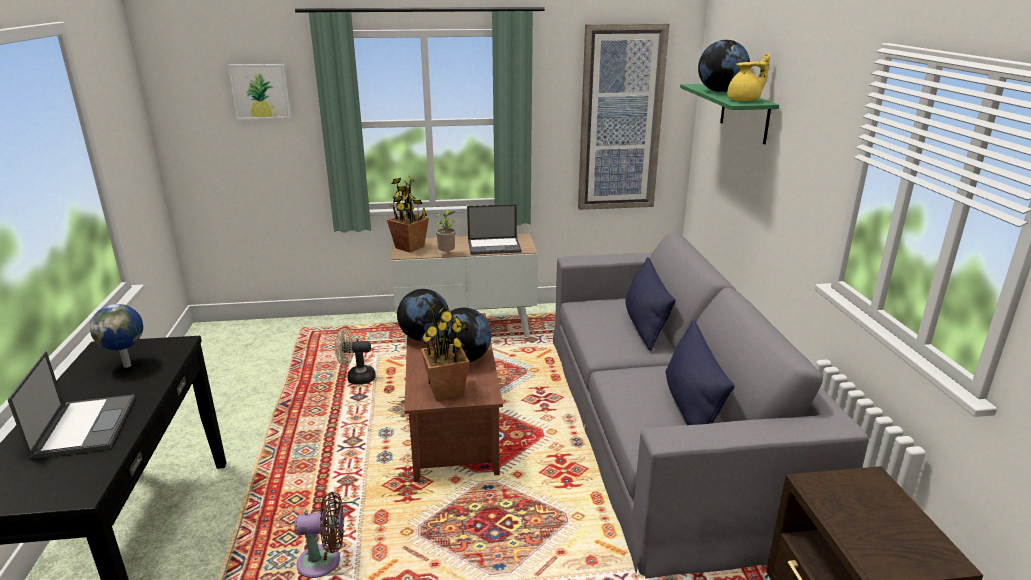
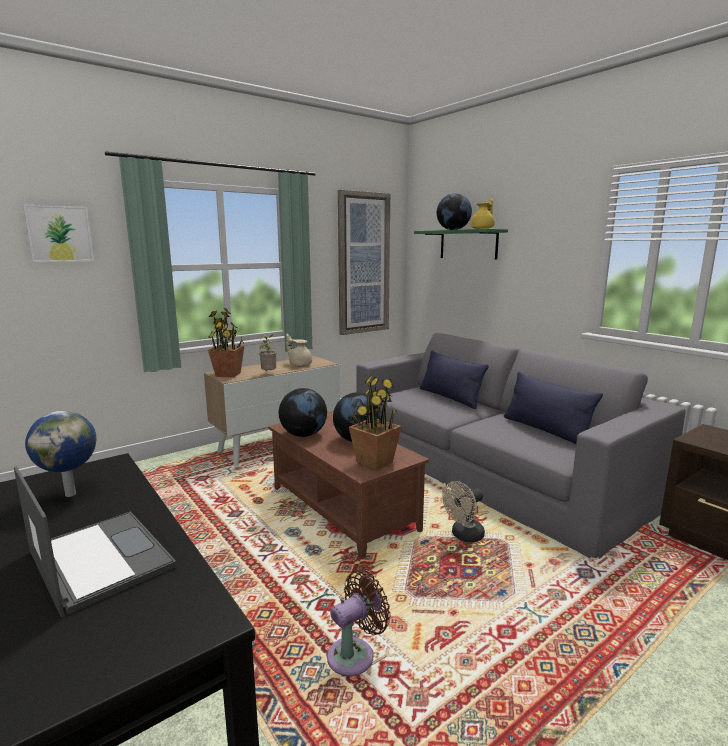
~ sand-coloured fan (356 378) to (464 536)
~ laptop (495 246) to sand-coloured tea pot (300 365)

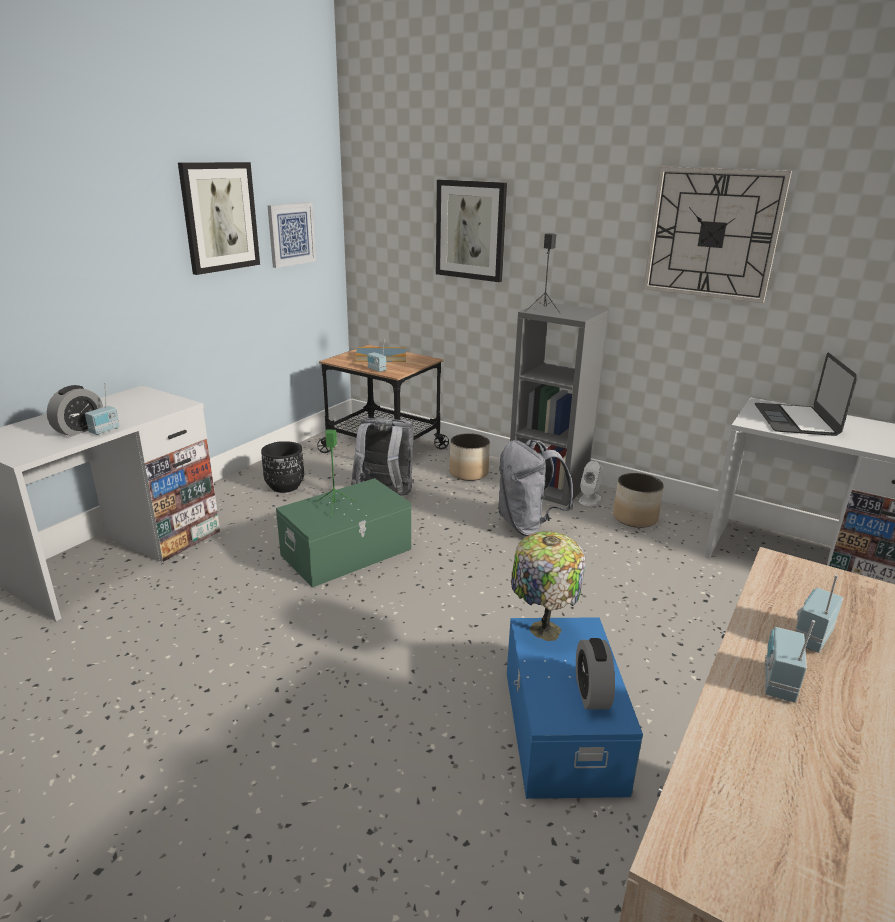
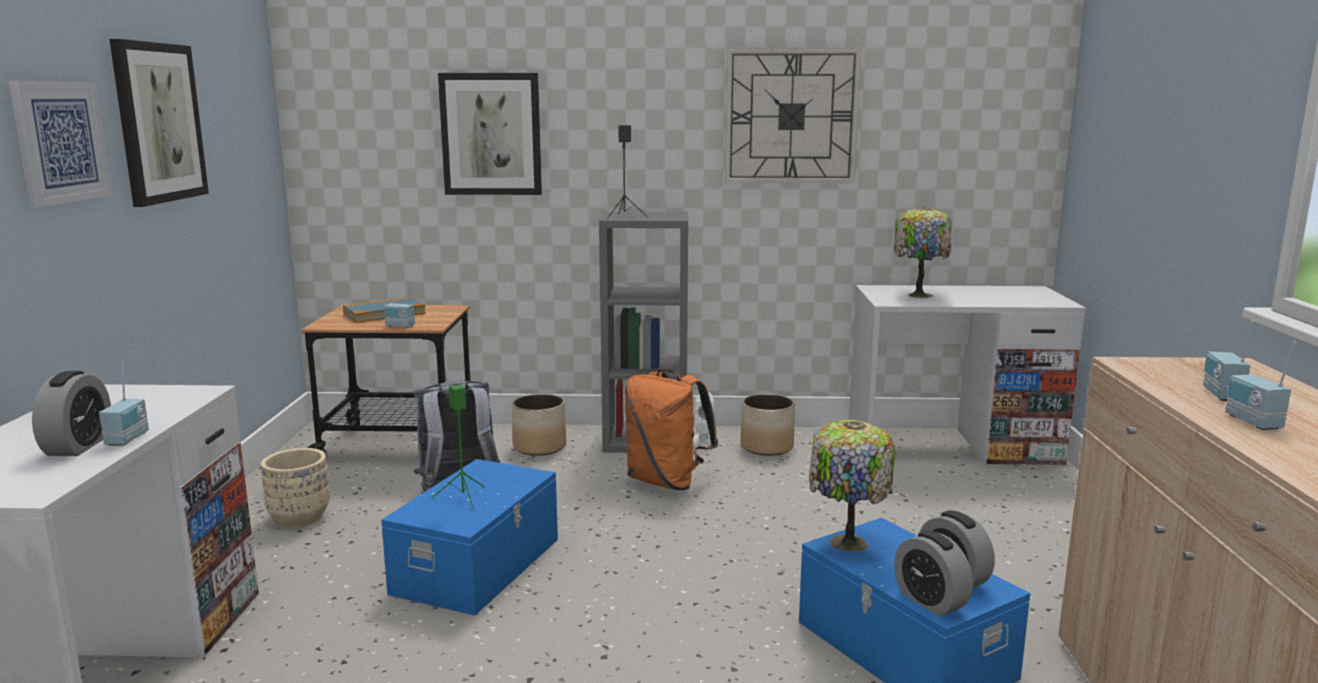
+ alarm clock (930 601)
~ picture (291 234) to (59 141)
~ laptop (795 420) to tabletop lamp (919 294)
~ black planter (285 486) to sand-coloured planter (300 518)
~ green storage bin (347 553) to bluish storage bin (480 565)
~ greyish knapsack (528 526) to orangey knapsack (666 481)

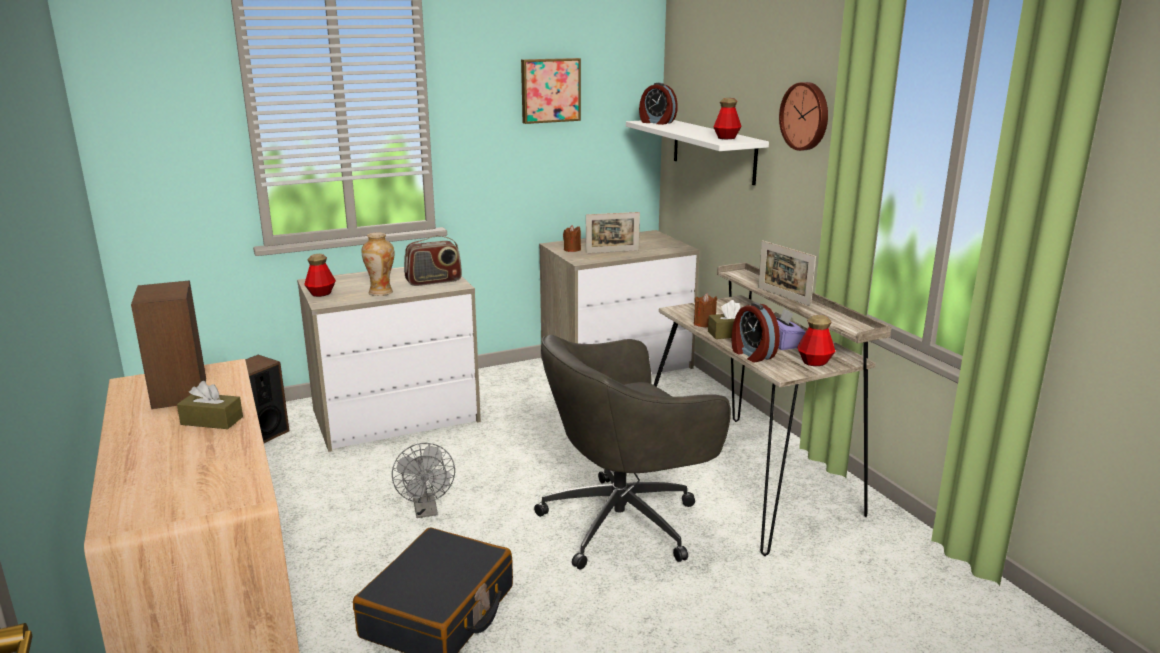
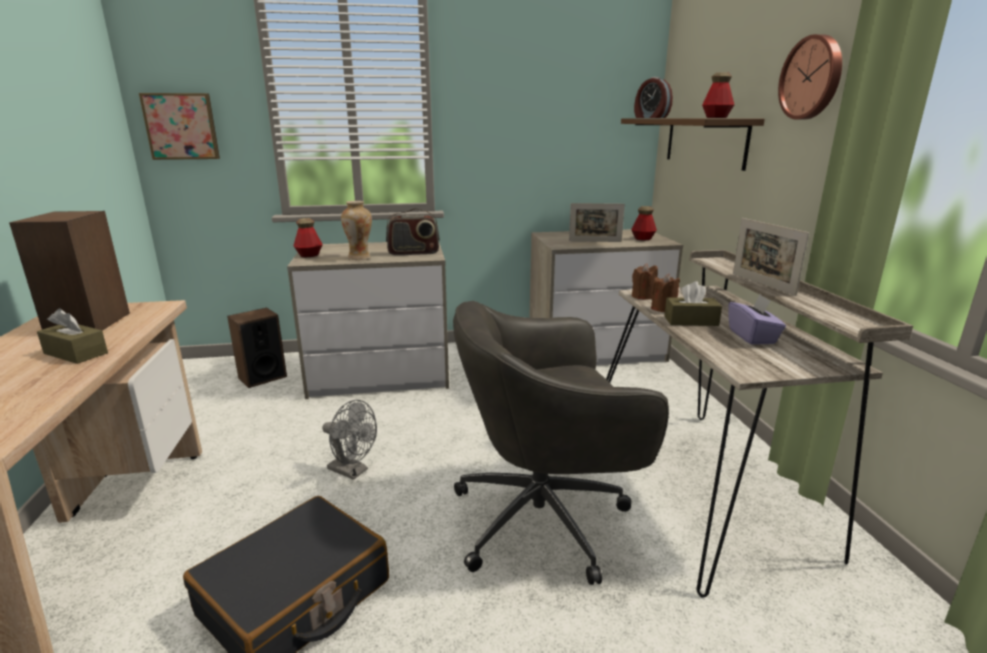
- alarm clock (752 354)
~ picture (550 90) to (182 126)
~ brown-coloured wax candle (572 250) to (643 296)
~ bottle (814 362) to (643 239)
~ white bracket shelf (713 150) to brown-coloured bracket shelf (704 141)
~ greyish fan (426 511) = (353 471) 60 degrees counterclockwise

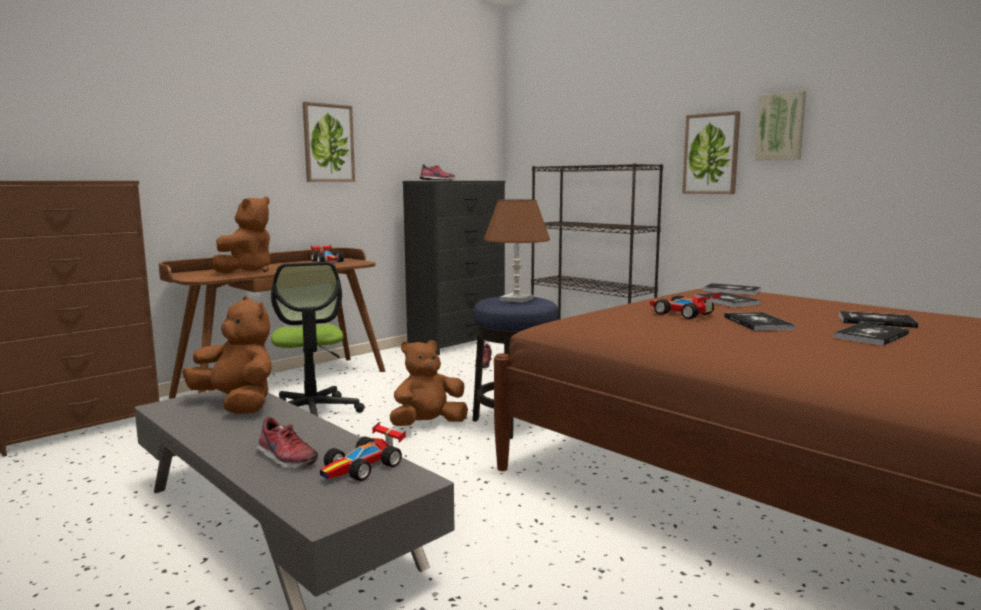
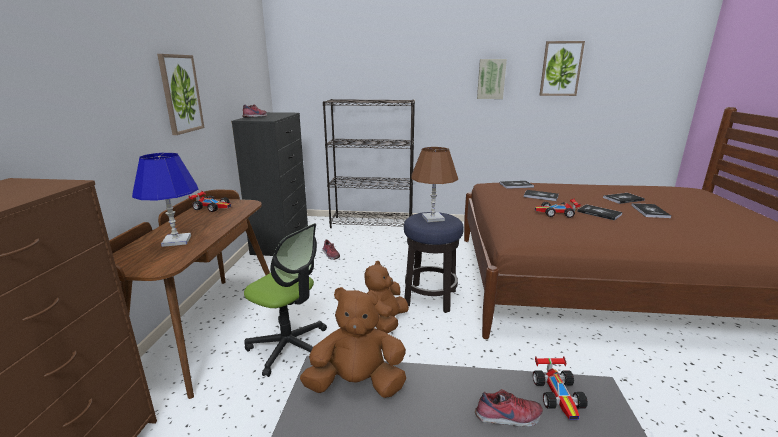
~ picture (711 154) to (561 69)
~ brown-coloured soft toy (247 271) to bluish tabletop lamp (176 241)

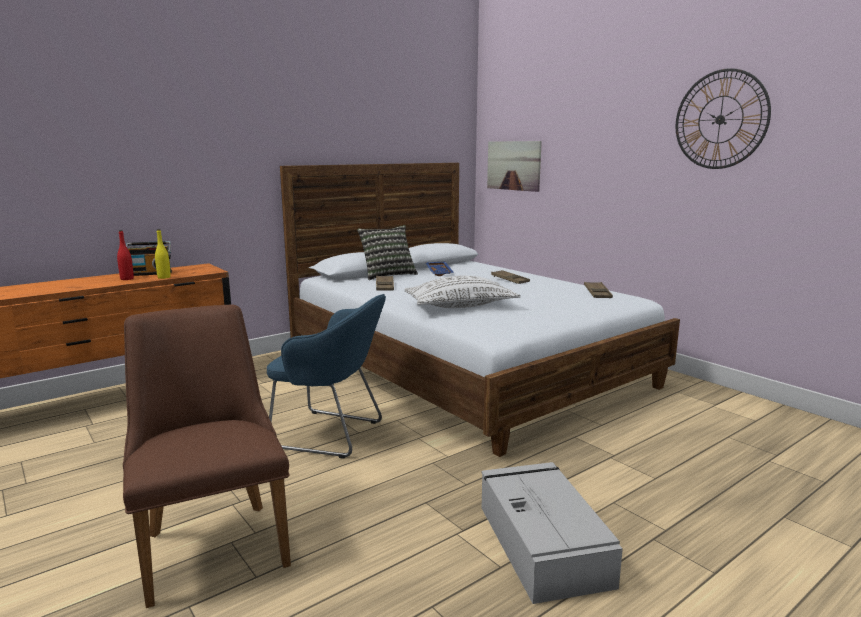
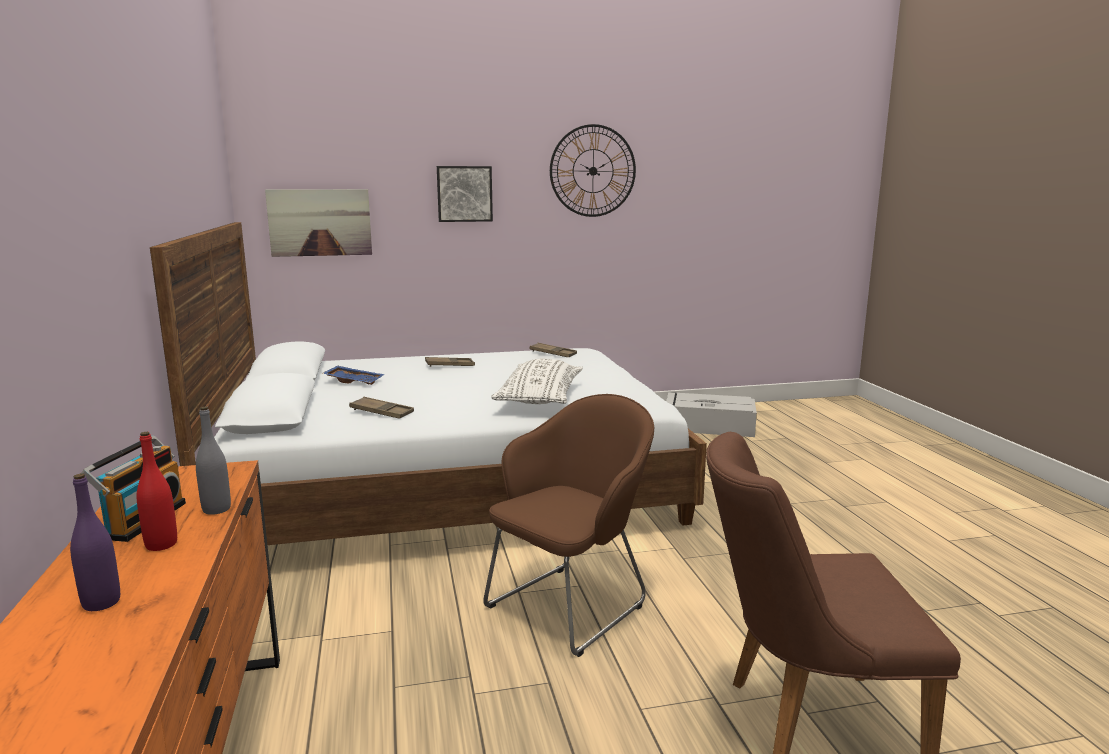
- pillow (387 275)
+ purplish bottle (101 603)
+ picture (464 194)
~ greyish storage bin (542 542) to (707 426)
~ yellowish bottle (164 277) to greyish bottle (216 509)
~ bluish armchair (332 435) to brown-coloured armchair (572 604)

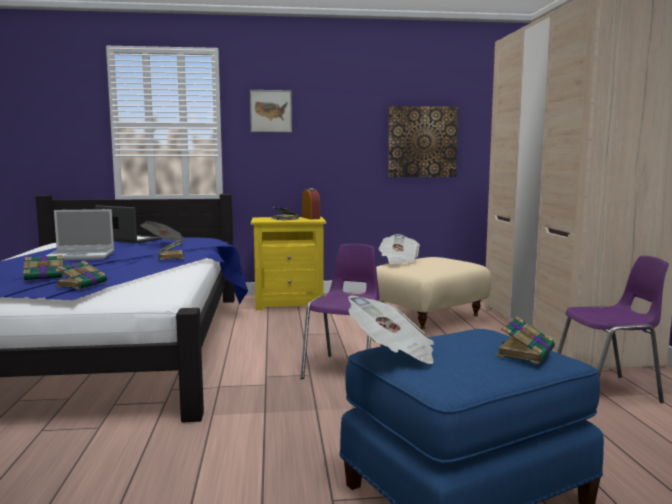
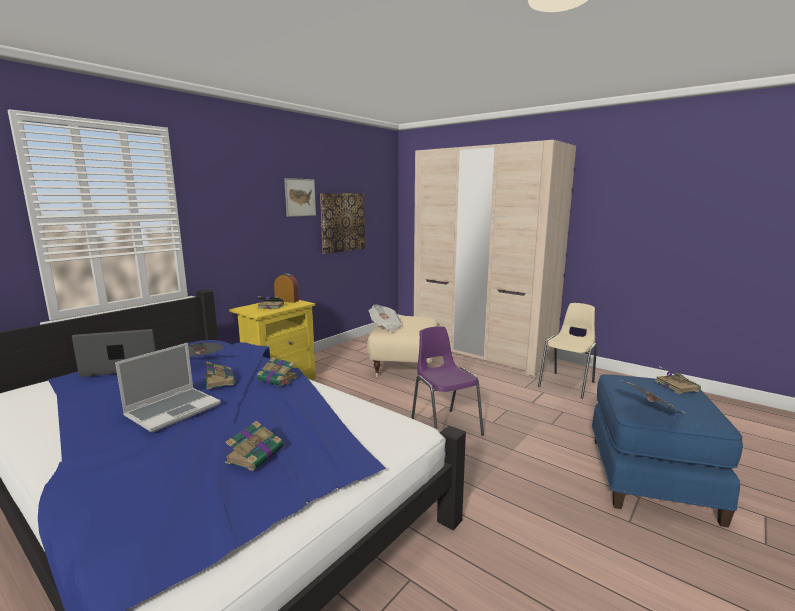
~ volume (82 284) to (219 380)
~ picture (271 111) to (300 197)
~ purplish upright chair (607 391) to sand-coloured upright chair (568 384)

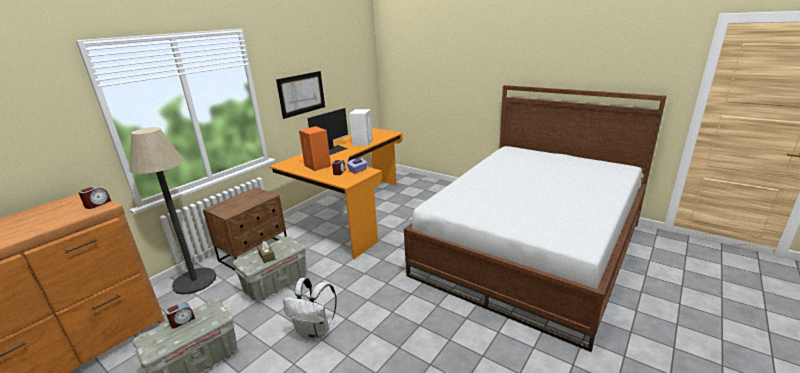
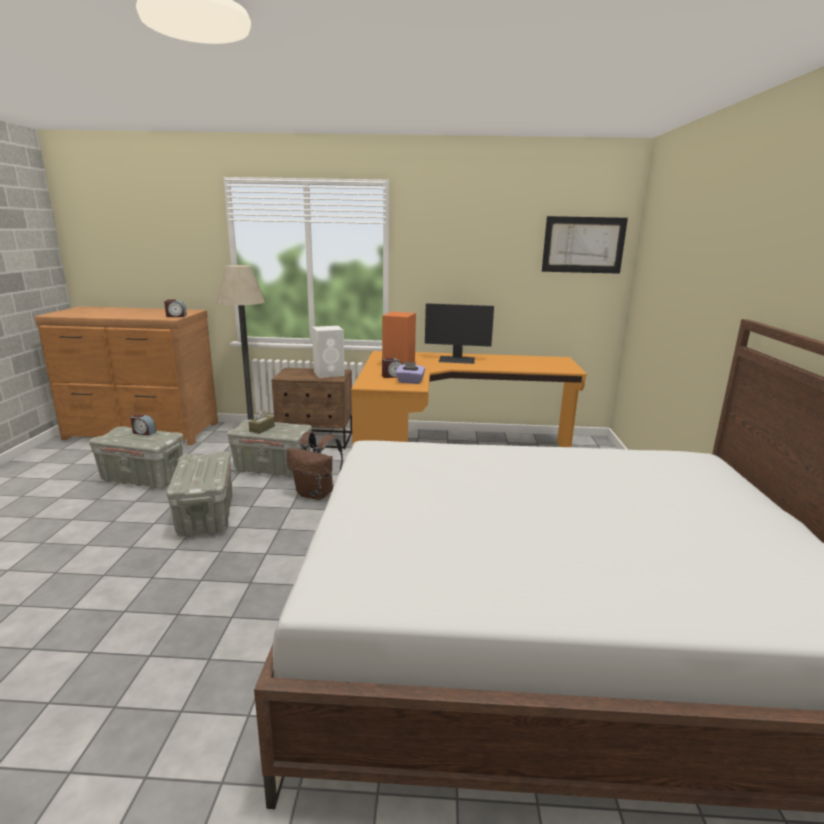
+ brown-coloured knapsack (316 494)
~ picture (302 94) to (583 245)
~ white audio speaker (363 142) to (329 373)
~ white knapsack (315 332) to greyish storage bin (206 517)

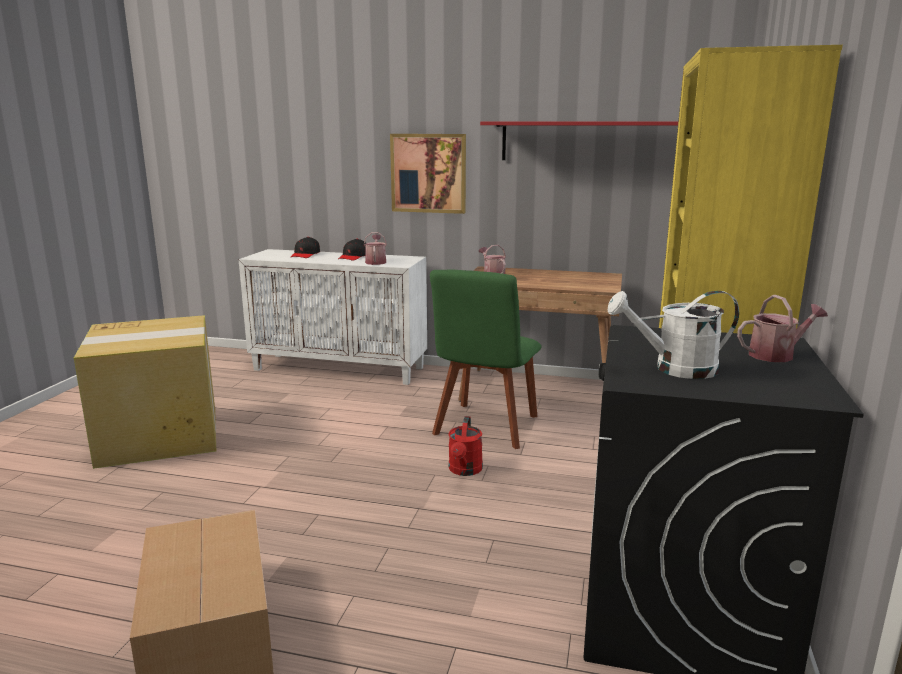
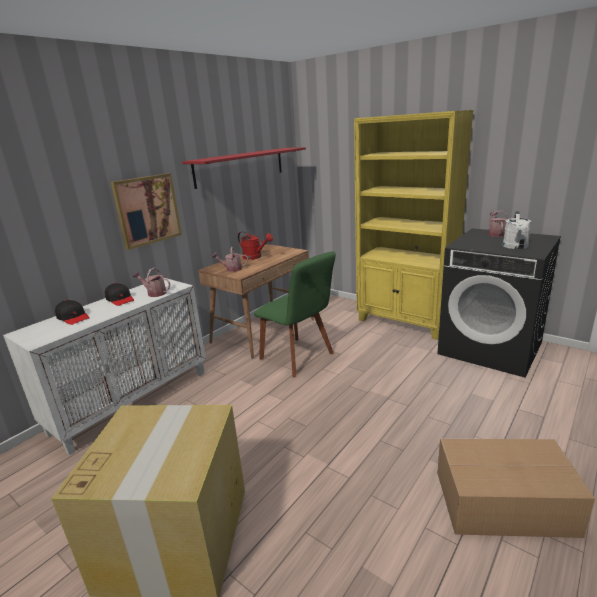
~ red-coloured watering pot (464 471) to (255 257)

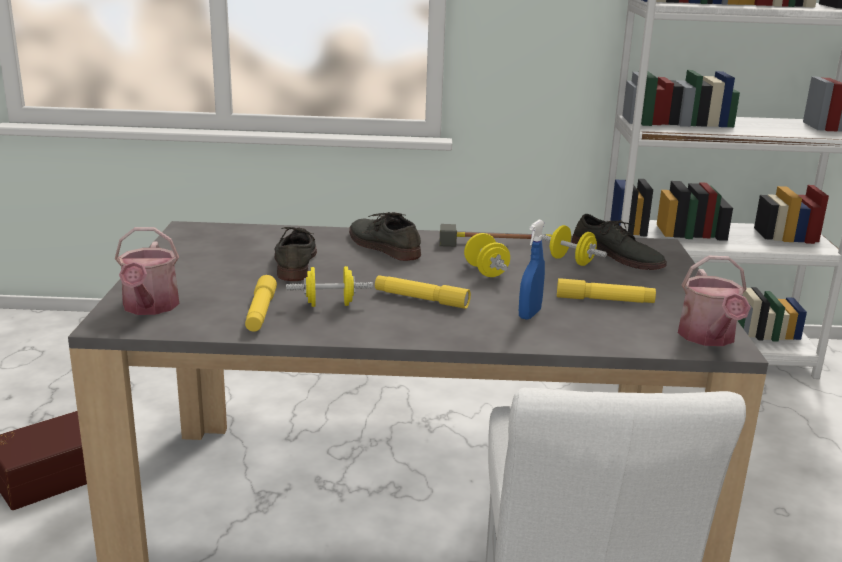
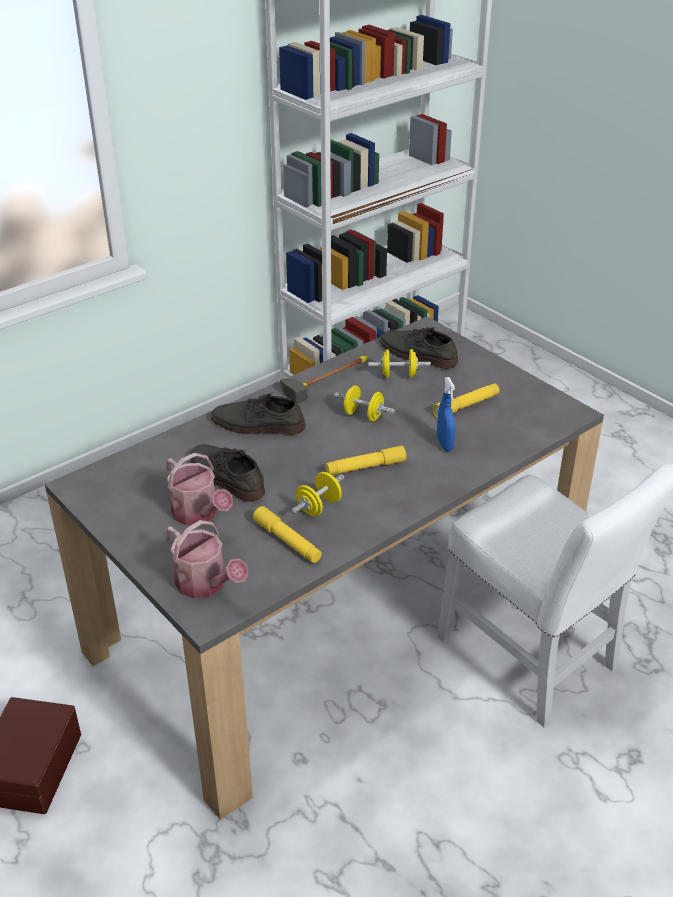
~ watering pot (708 338) to (199 514)
~ greyish shoe (618 255) = (417 354) 150 degrees counterclockwise

